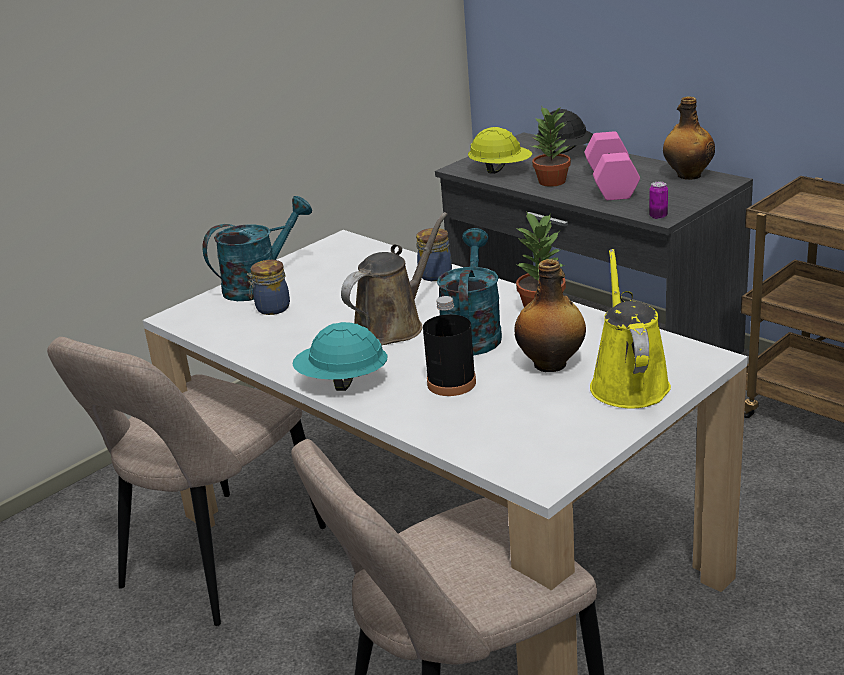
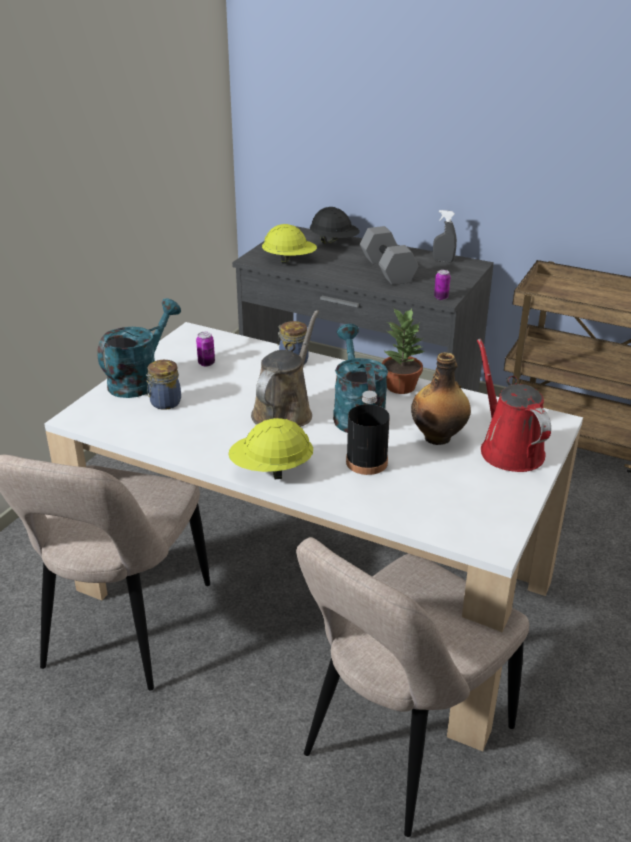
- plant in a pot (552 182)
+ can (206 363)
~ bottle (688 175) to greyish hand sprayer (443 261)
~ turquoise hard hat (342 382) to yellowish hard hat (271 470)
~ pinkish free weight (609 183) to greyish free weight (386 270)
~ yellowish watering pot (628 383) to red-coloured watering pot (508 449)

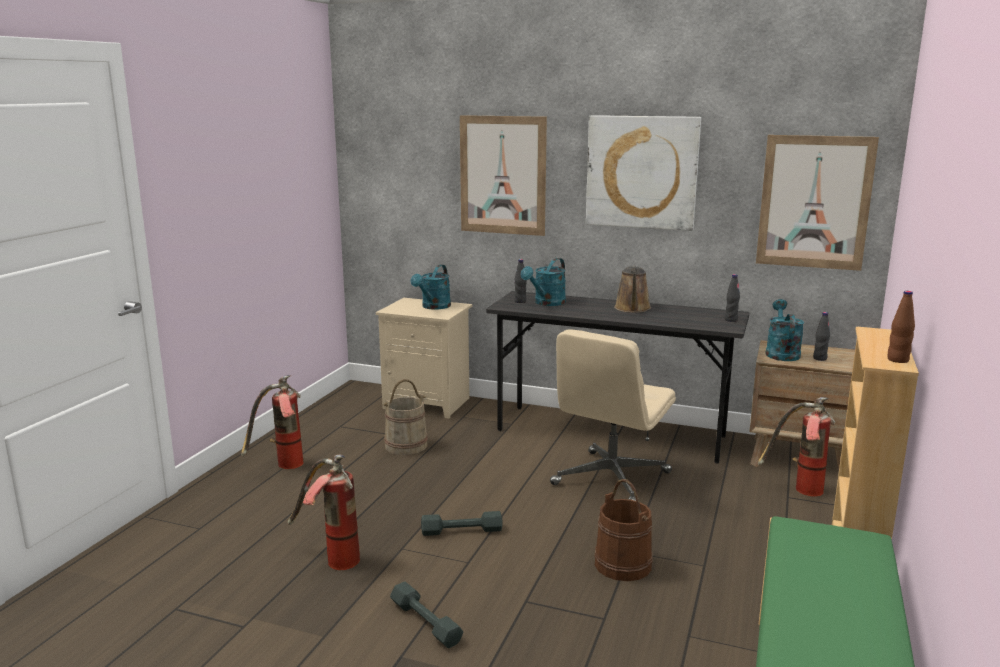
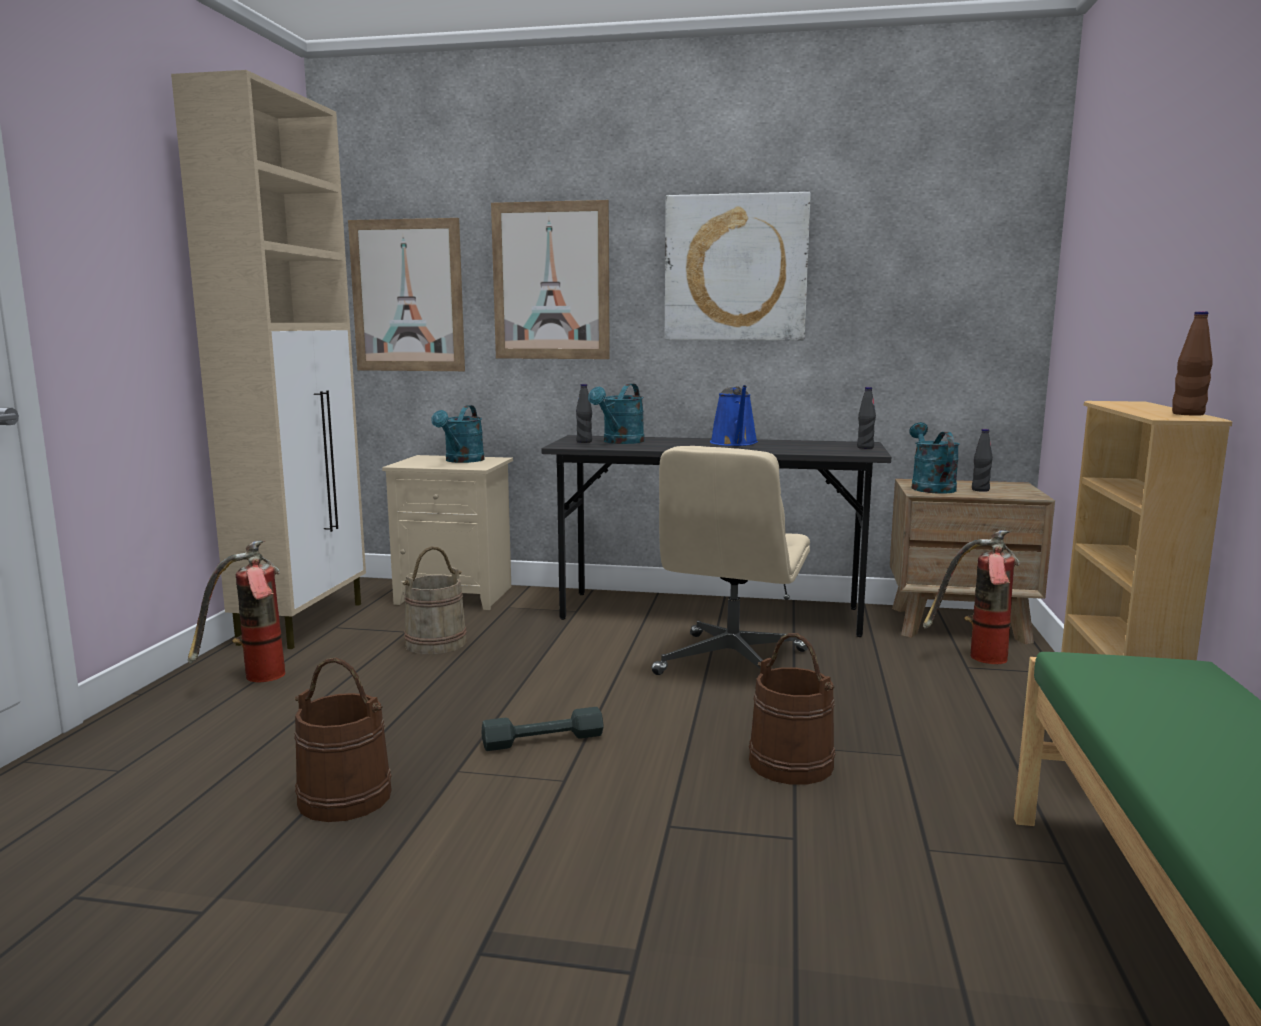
- greyish free weight (426 622)
+ sand-coloured cabinet (304 622)
~ picture (814 202) to (407 296)
~ fire extinguisher (330 560) to brown-coloured pail (345 797)
~ brown-coloured watering pot (632 309) to bluish watering pot (734 443)

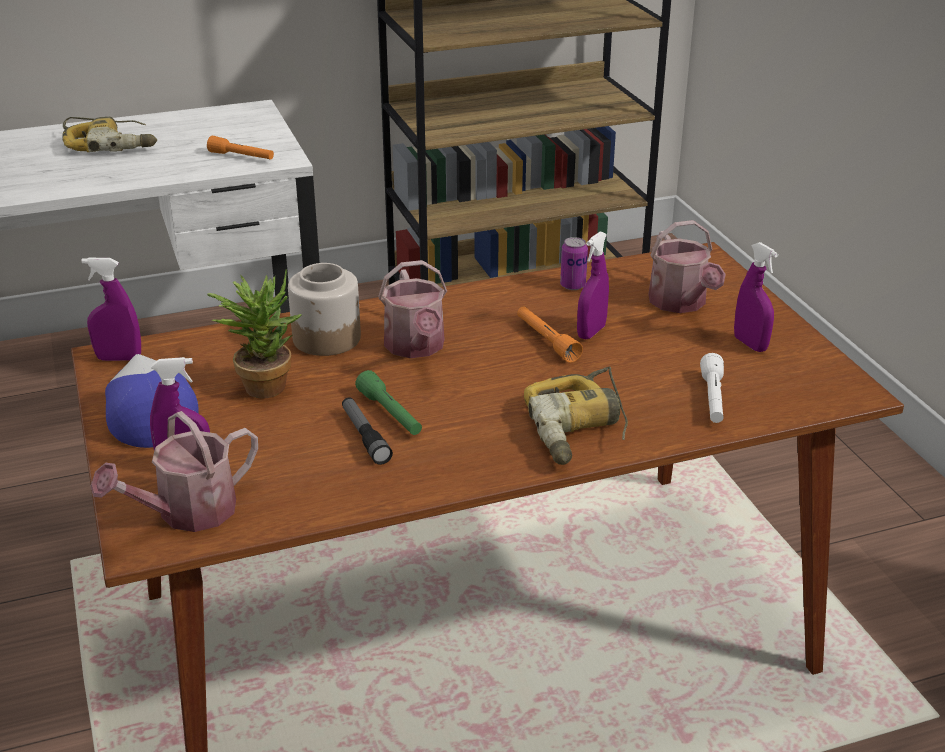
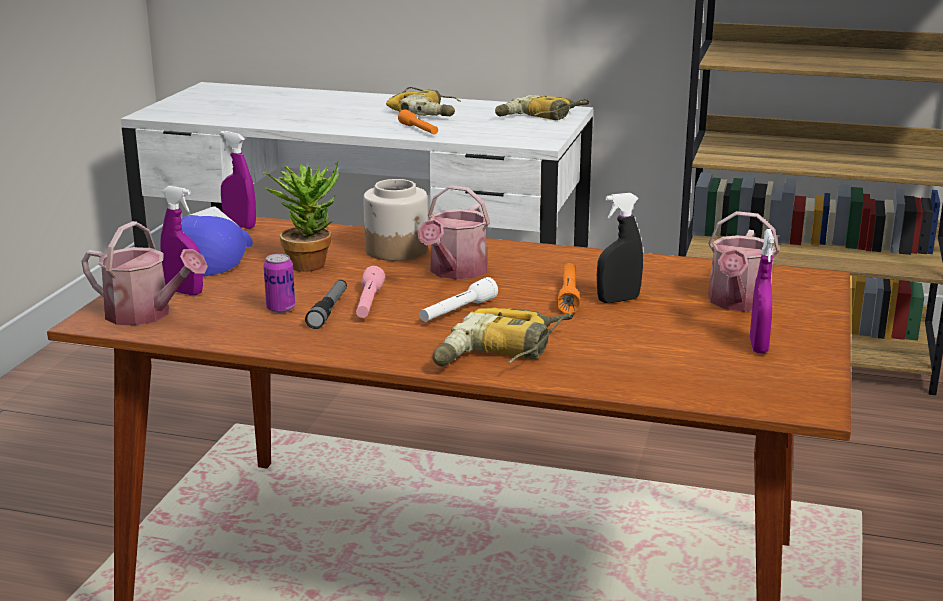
+ power drill (540 117)
~ orangey torch (241 157) to (419 130)
~ can (572 285) to (281 308)
~ white torch (712 399) to (457 312)
~ green torch (390 414) to pinkish torch (368 303)
~ purplish hand sprayer (591 332) to black hand sprayer (618 300)
~ watering pot (187 513) = (146 314) 150 degrees counterclockwise

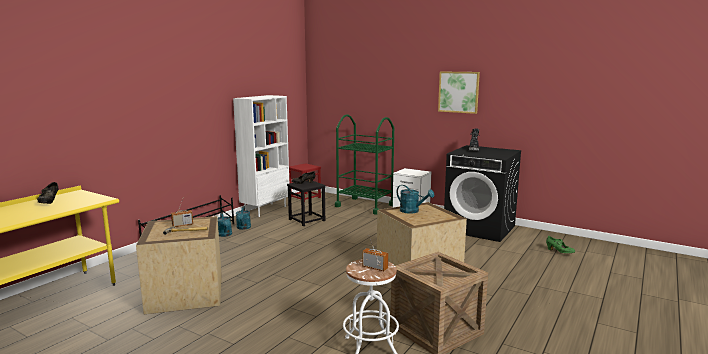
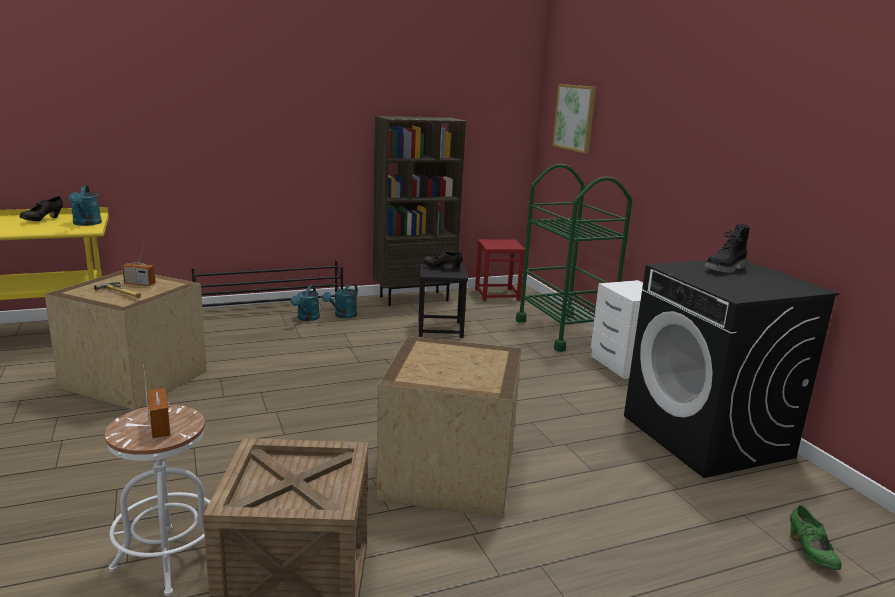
~ turquoise watering pot (412 211) to (86 224)
~ picture (458 92) to (575 117)
~ white bookcase (265 209) to brown-coloured bookcase (414 298)

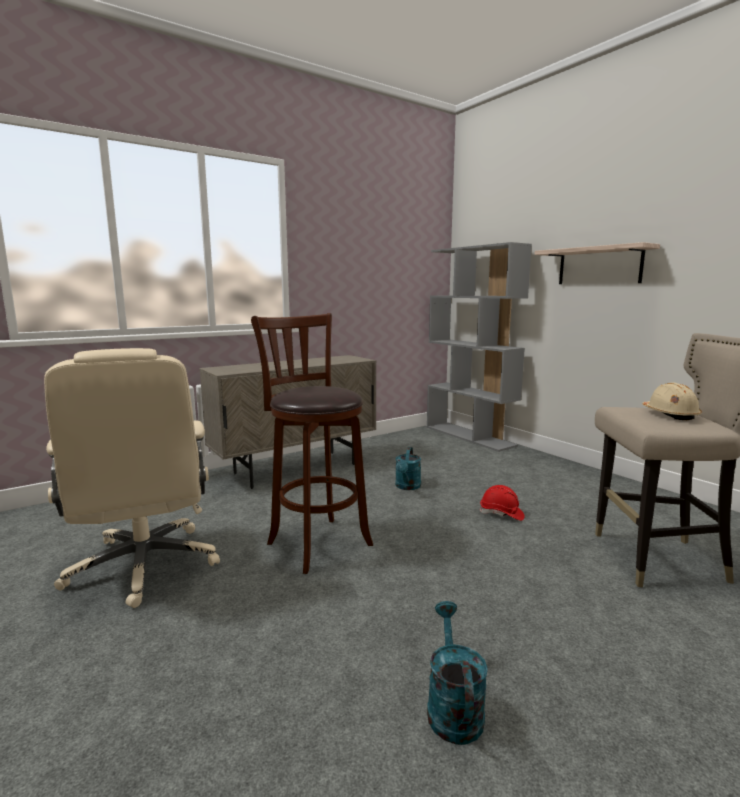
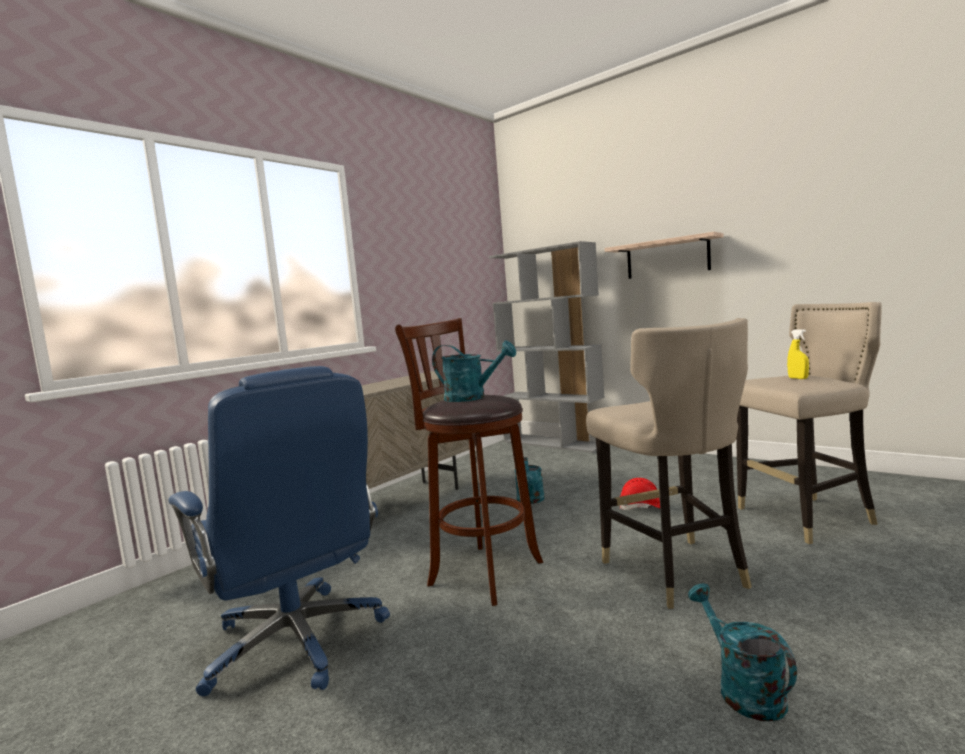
+ turquoise watering pot (472 398)
+ sand-coloured stool seat (673 571)
~ sand-coloured hard hat (670 414) to yellowish hand sprayer (798 378)
~ sand-coloured computer chair (144 566) to bluish computer chair (297 643)

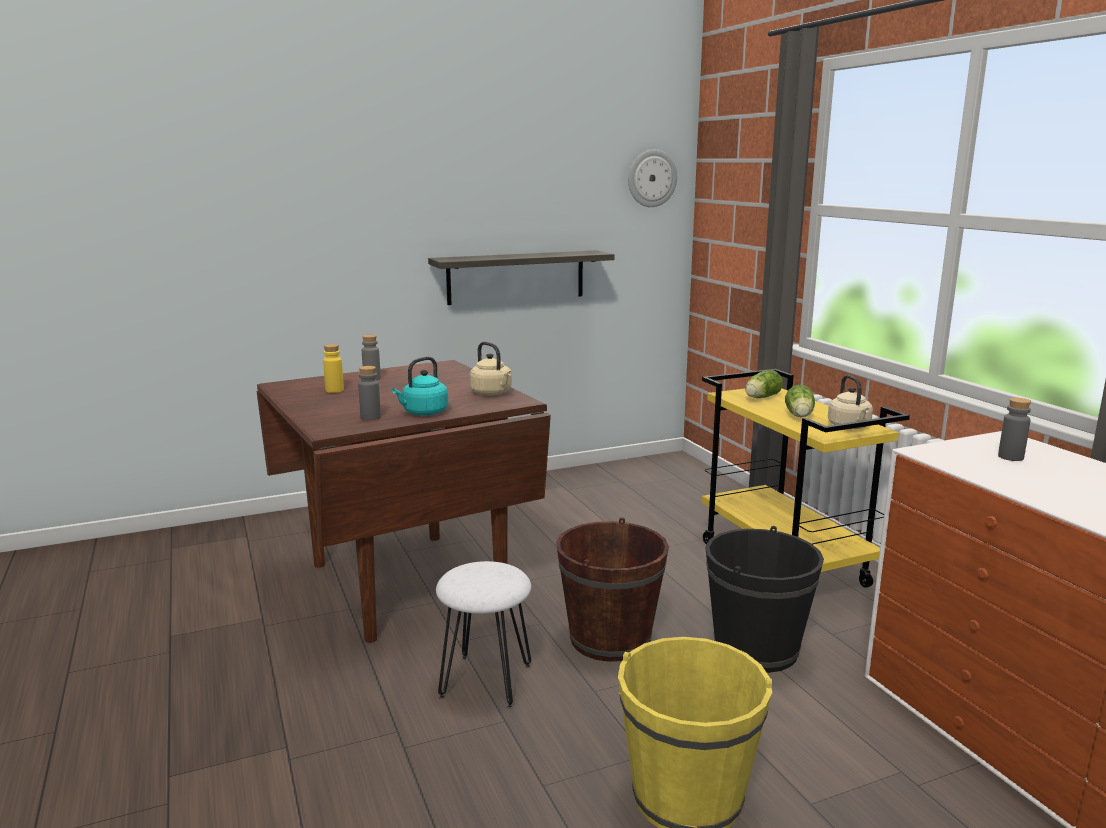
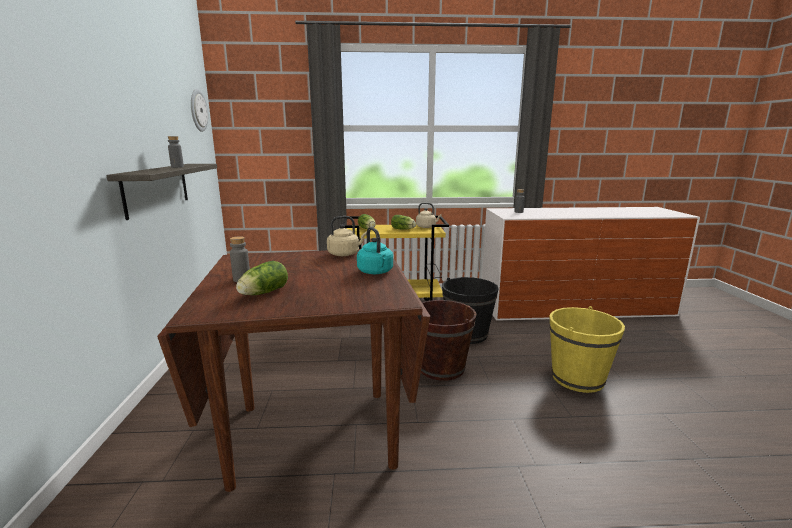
- white stool seat (485 681)
~ greyish bottle (370 417) to (177 167)
~ yellowish bottle (334 390) to lettuce (262 293)

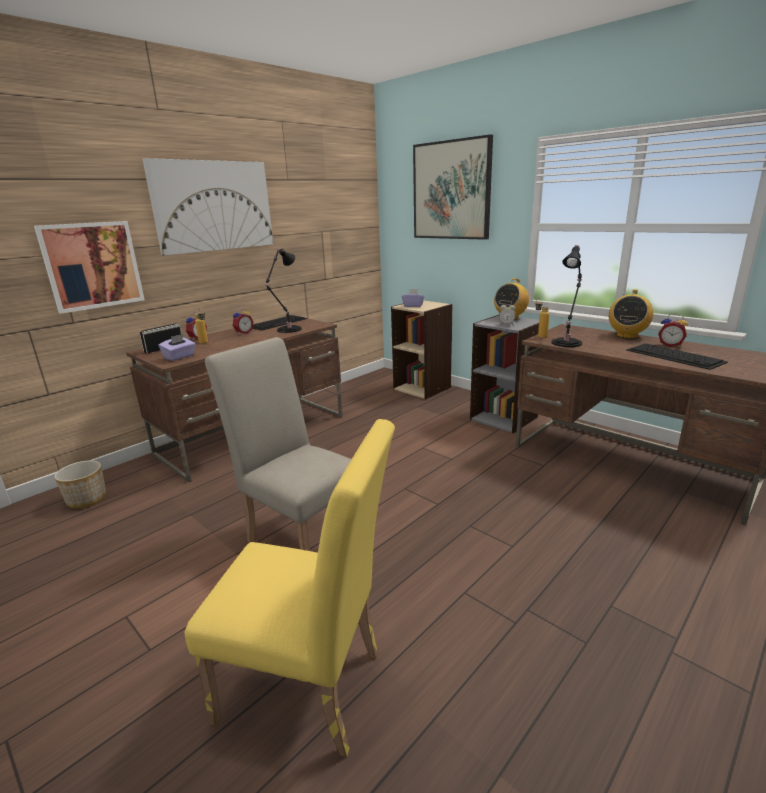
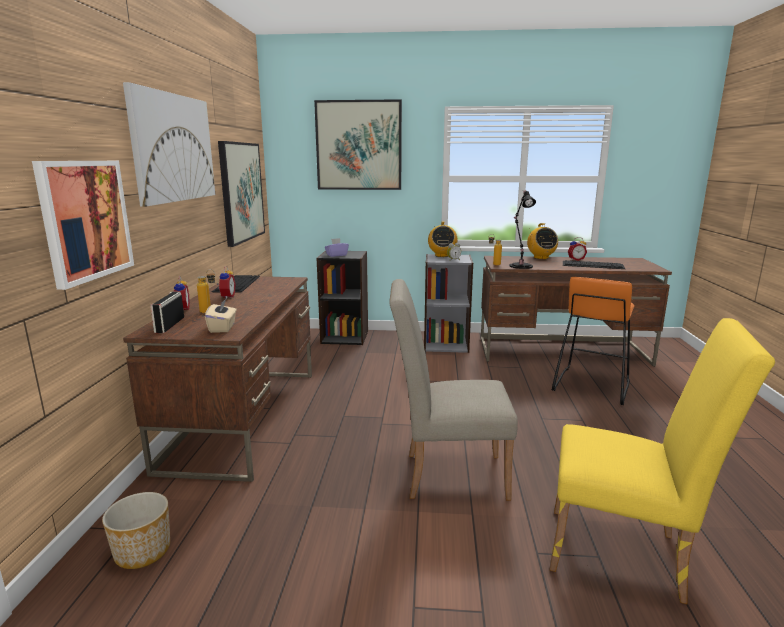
- black tabletop lamp (288 330)
+ picture (241 192)
+ orangey stool seat (591 385)
~ purplish box of tissues (179 357) to sand-coloured box of tissues (223 328)
~ sand-coloured bookcase (422 388) to black bookcase (345 337)
~ yellowish upright chair (312 690) = (626 555) 45 degrees clockwise

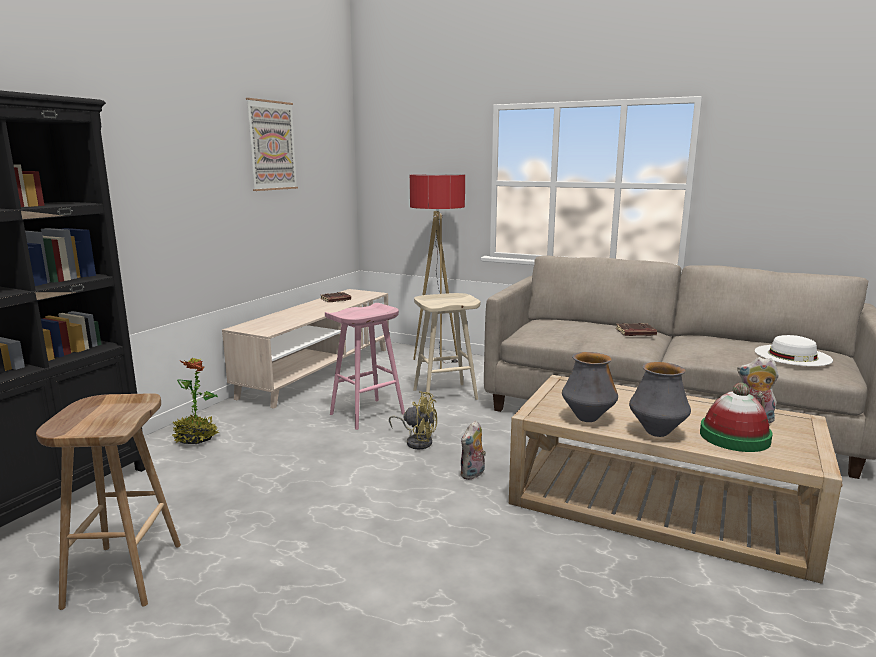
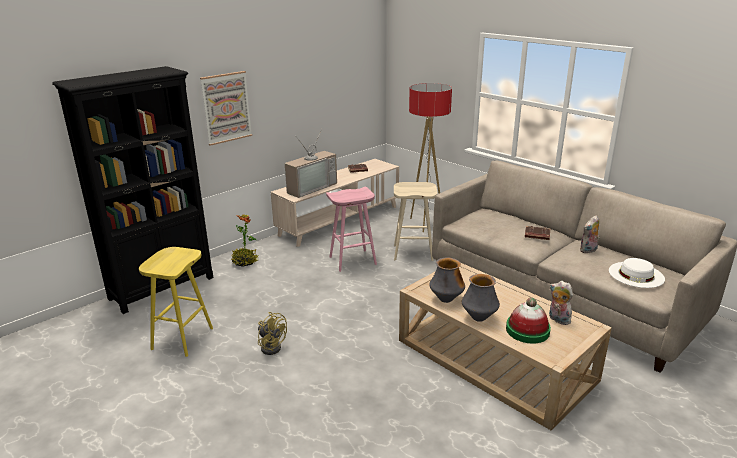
+ TV set (310 187)
~ picture (271 145) to (226 107)
~ yellowish fan (417 441) to (271 346)
~ soft toy (473 474) to (588 250)
~ brown-coloured stool seat (123 573) to yellowish stool seat (182 338)

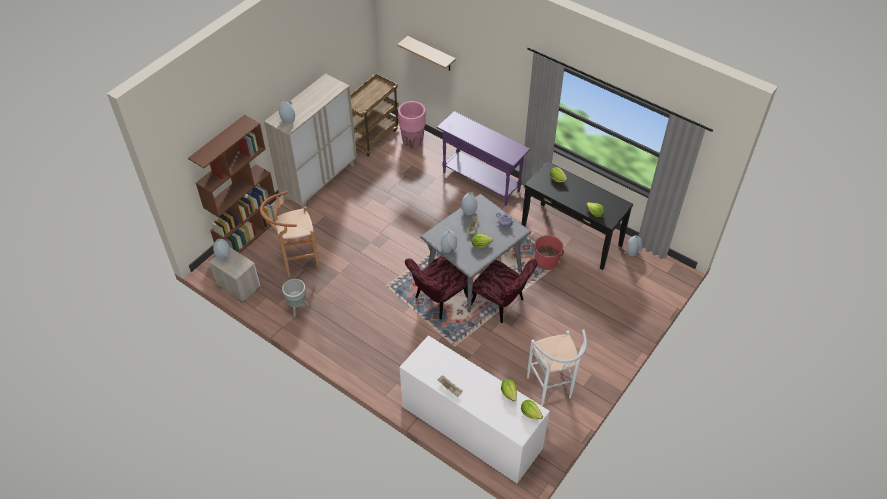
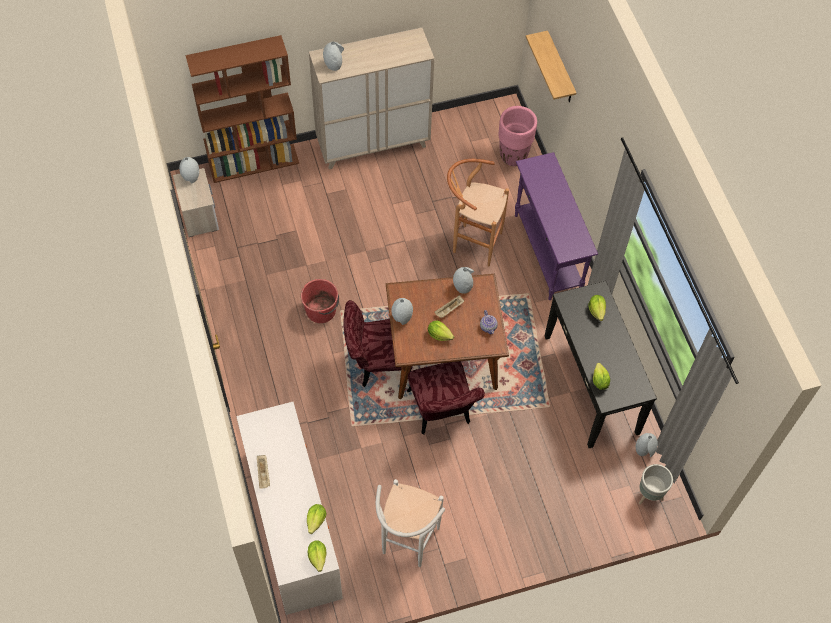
- brown-coloured wheeled cart (372 136)
~ brown-coloured stool seat (297 263) to (472 242)
~ greyish planter (298 308) to (649 495)
~ red-coloured pail (547 260) to (321 310)
~ greyish dining table (474 273) to brown-coloured dining table (443 357)

